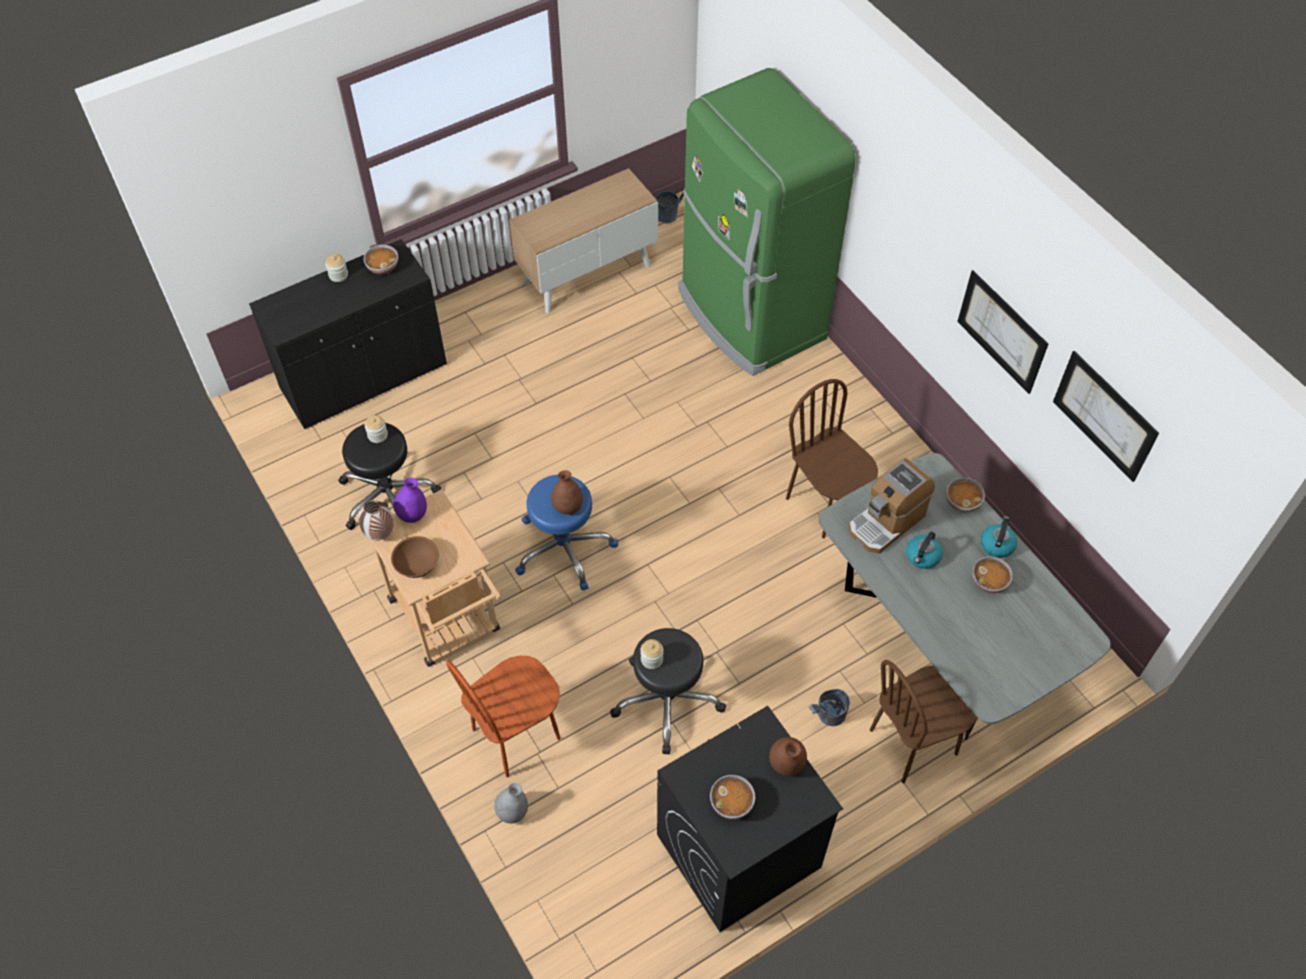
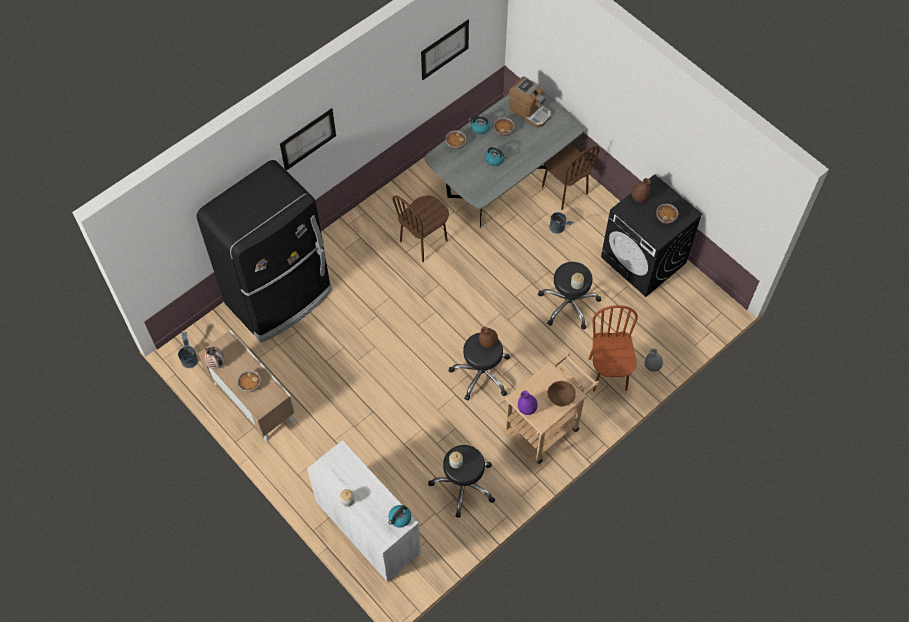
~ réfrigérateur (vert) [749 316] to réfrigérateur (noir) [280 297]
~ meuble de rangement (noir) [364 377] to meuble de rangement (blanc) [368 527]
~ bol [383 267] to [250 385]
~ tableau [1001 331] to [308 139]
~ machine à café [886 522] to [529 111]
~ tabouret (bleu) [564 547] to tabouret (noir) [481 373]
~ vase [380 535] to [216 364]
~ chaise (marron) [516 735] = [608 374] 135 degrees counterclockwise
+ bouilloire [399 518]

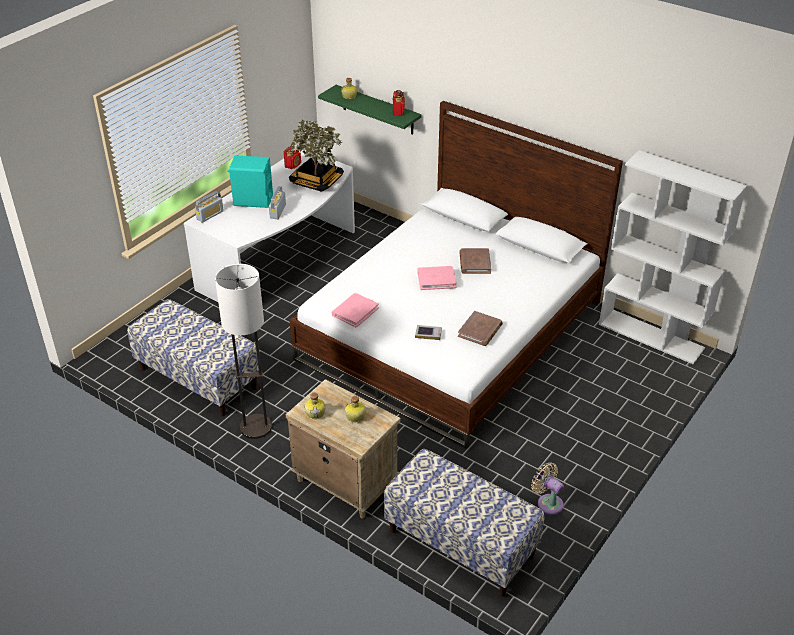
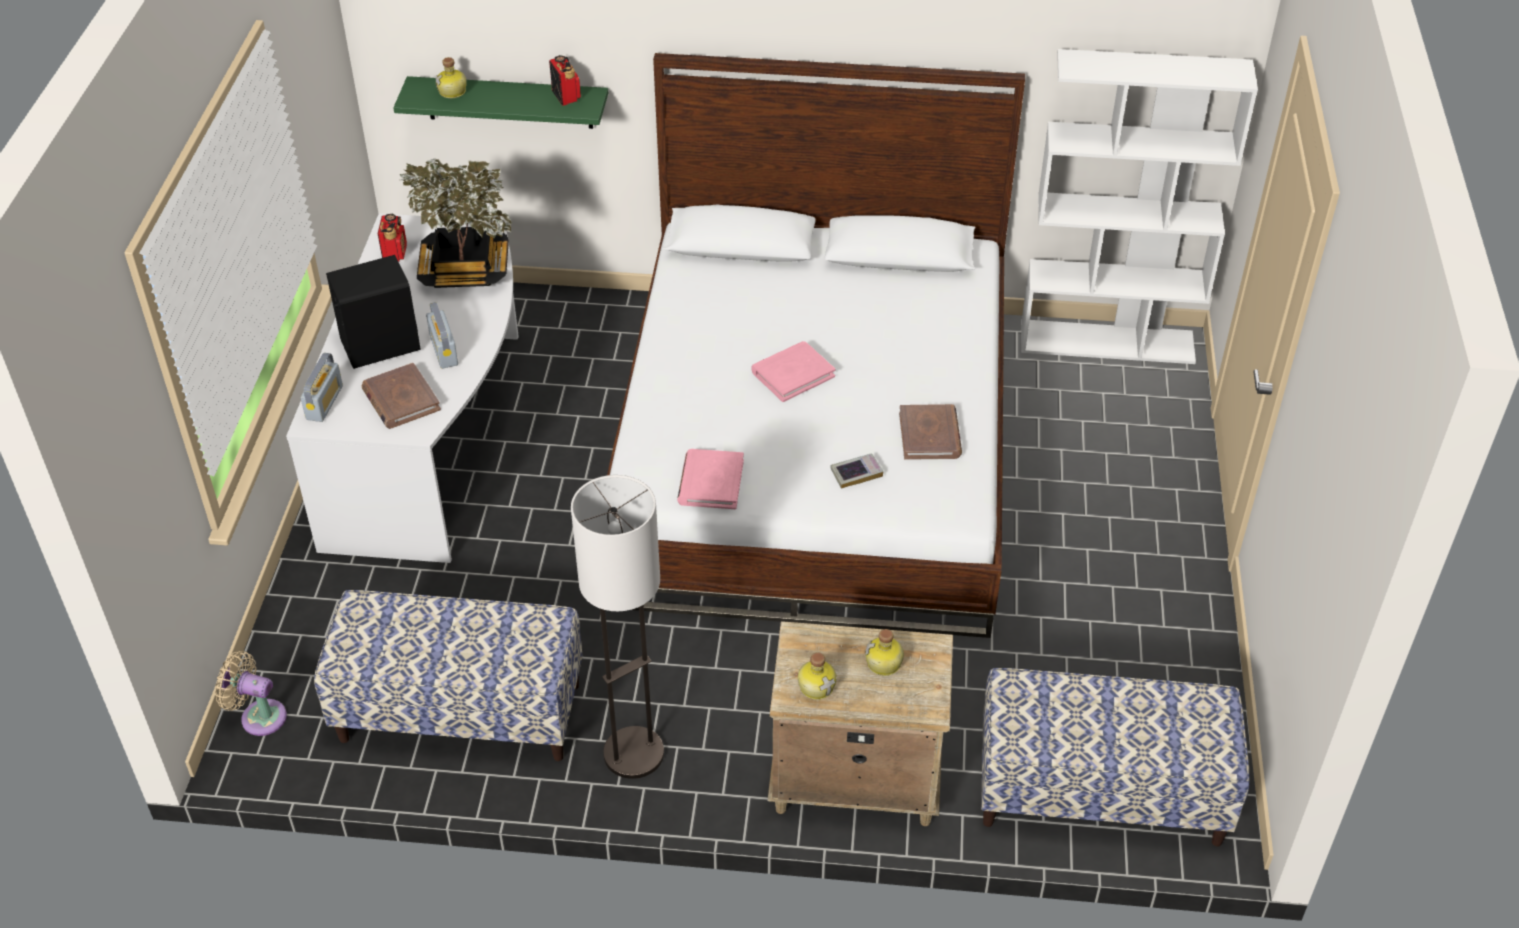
~ enceinte (turquoise) [253 200] to enceinte (noir) [380 345]
~ livre (marron) [474 263] to [401 399]
~ ventilateur (beige) [548 502] to [259 716]

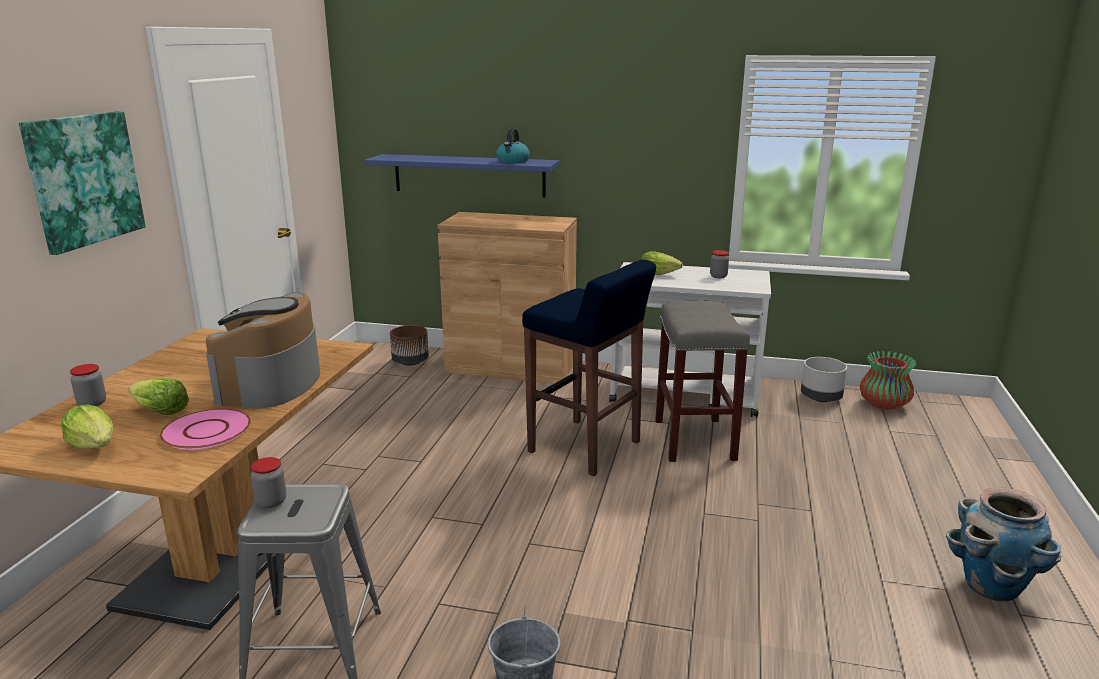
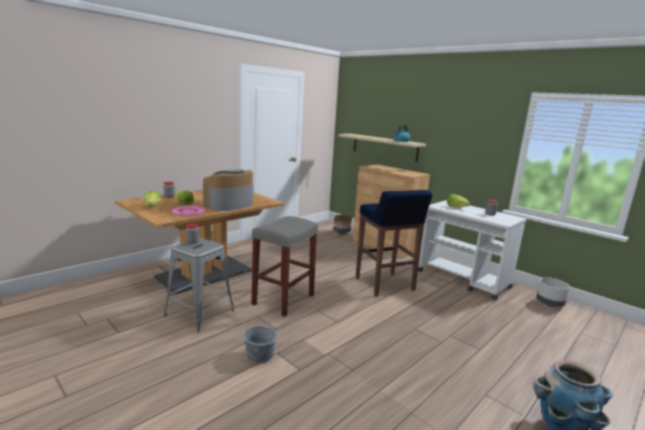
- tableau [84 179]
~ étagère (bleu) [469 175] to étagère (beige) [384 147]
~ tabouret (gris) [695 440] to [283 300]
- vase [884 405]

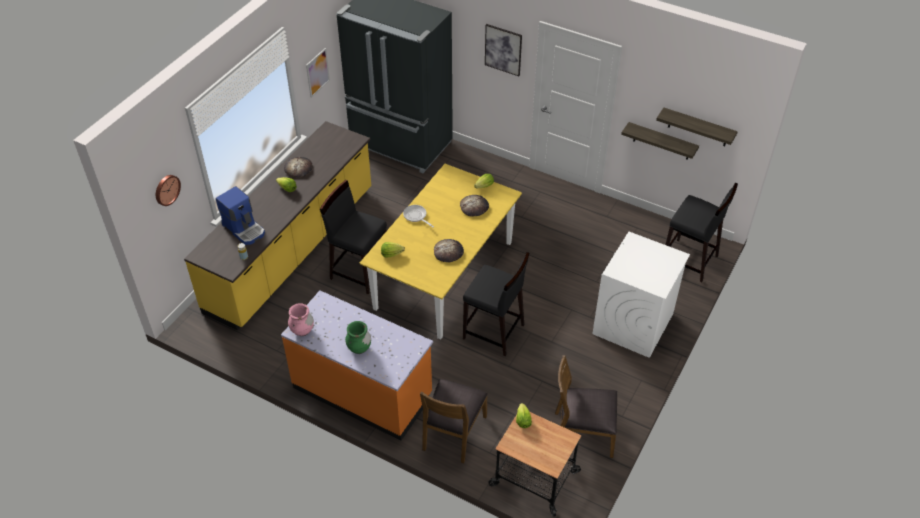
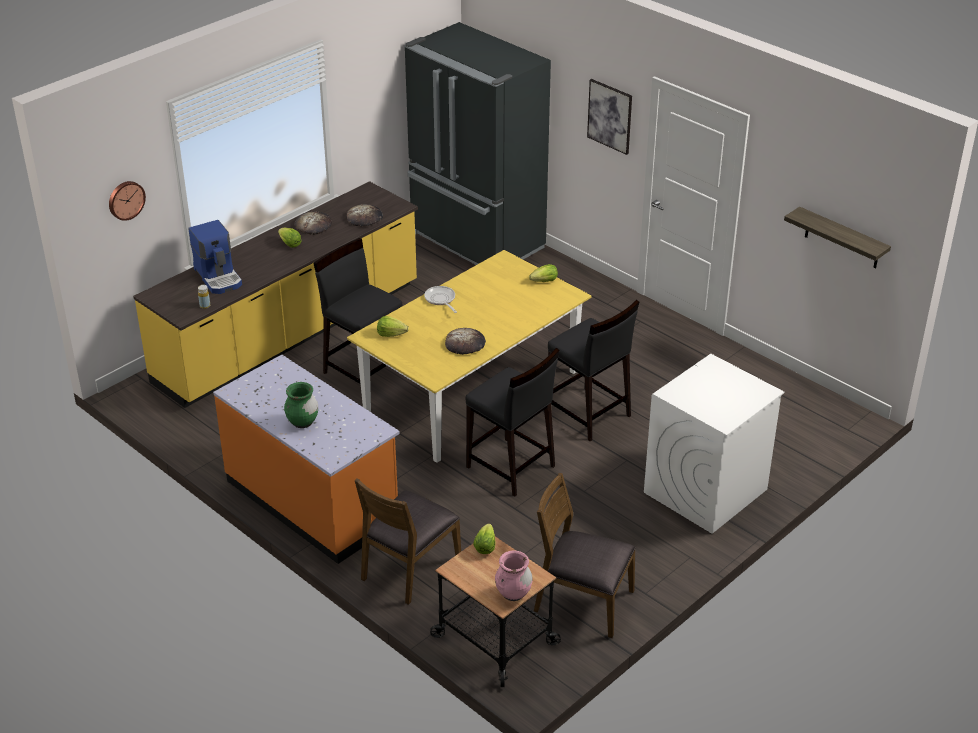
- tableau [317 72]
- étagère [661 141]
~ tabouret (noir) [690 261] to [588 415]
~ pain [474 207] to [364 218]
~ vase (rose) [302 331] to [513 594]

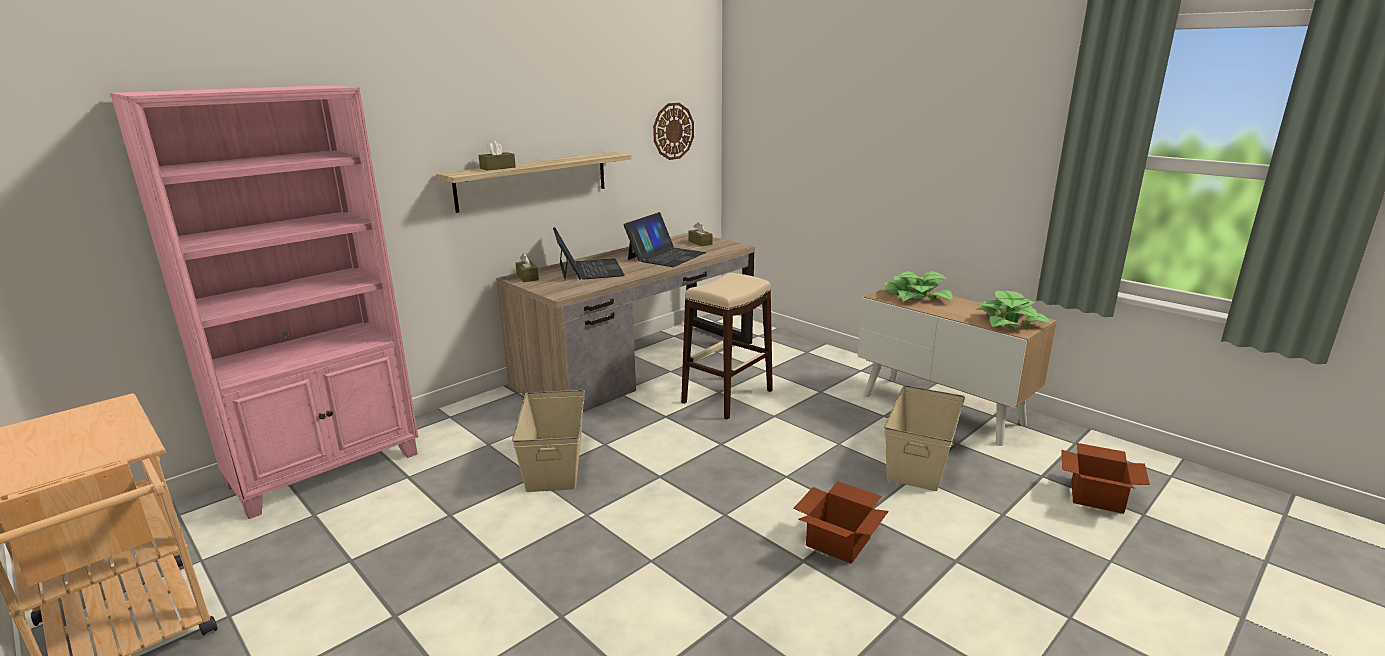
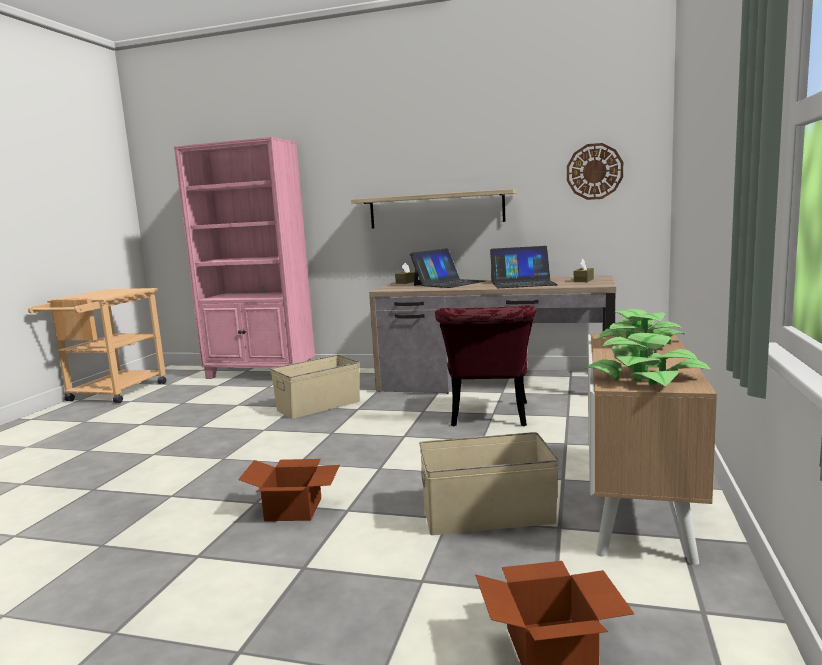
- boîte à mouchoirs (marron) [497 168]
~ tabouret (beige) [727 397] to chaise (rouge) [489 418]

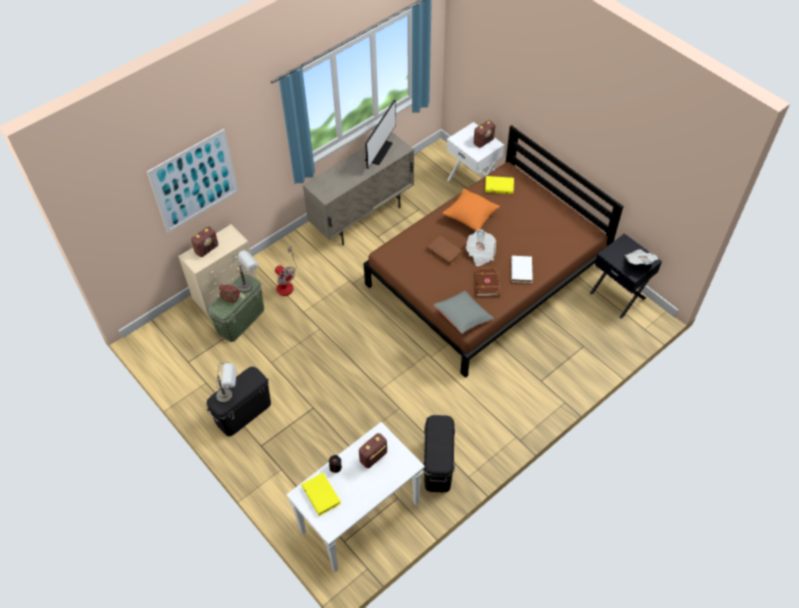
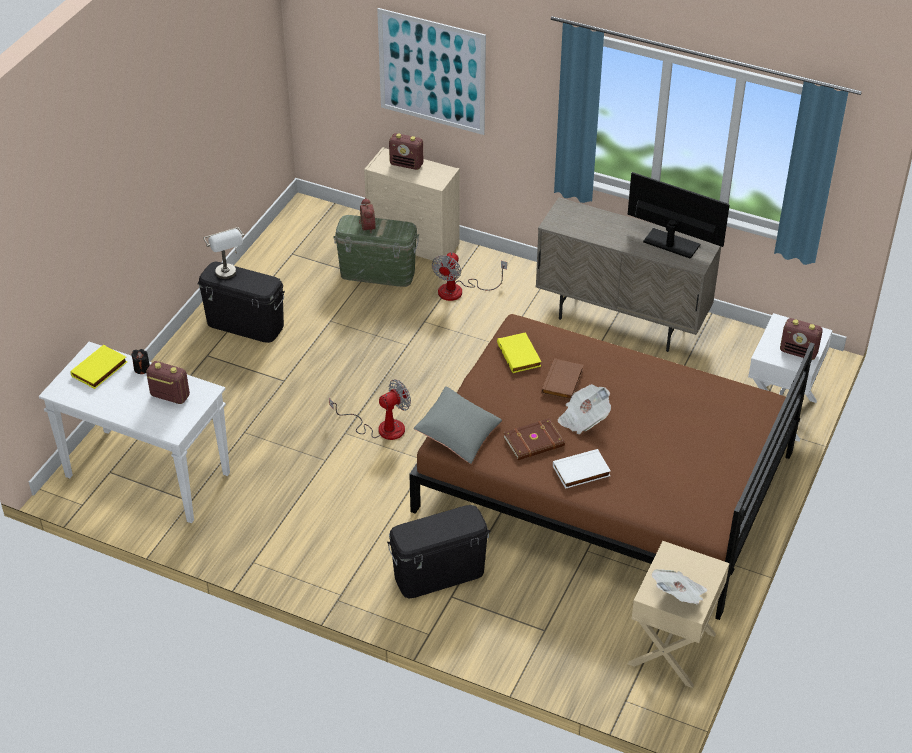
~ écran d'ordinateur [378 152] = [671 243] 150 degrees counterclockwise
~ livre (jaune) [499 186] to [520 355]
- coussin (orange) [470 217]
~ table de chevet (noir) [618 295] to table de chevet (beige) [673 649]
- lampe de table (gris) [249 284]
~ boîte de rangement (noir) [438 465] to [439 574]
+ ventilateur [381 428]

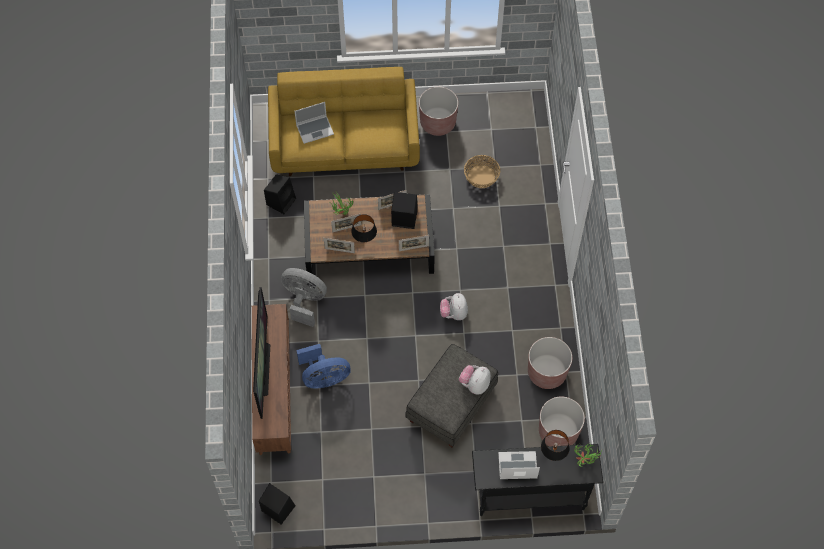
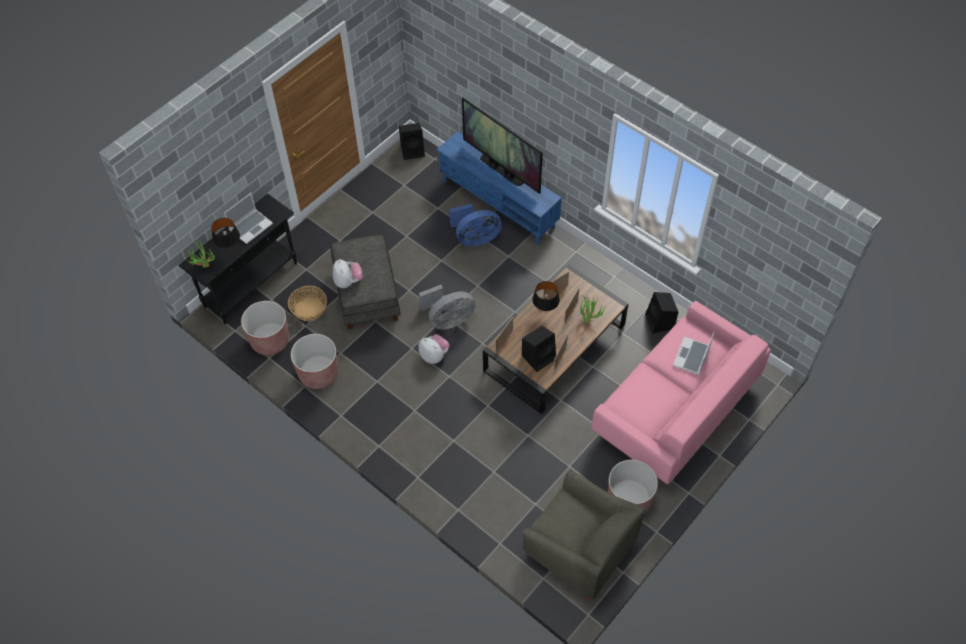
~ canapé (jaune) [345 144] to canapé (rose) [675 409]
~ panier [481 177] to [309 309]
~ ventilateur (gris) [304 301] to [448 320]
~ meuble télé (marron) [273 390] to meuble télé (bleu) [498 204]
~ ventilateur (bleu) [324 377] = [475 238] 135 degrees counterclockwise
+ fauteuil (gris) [579 549]

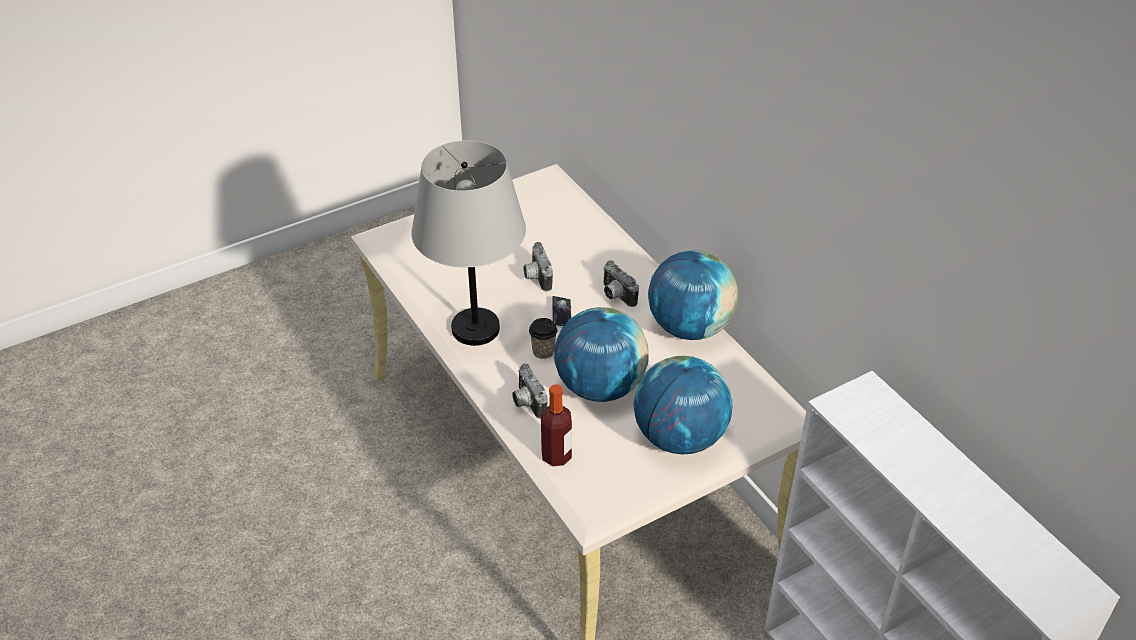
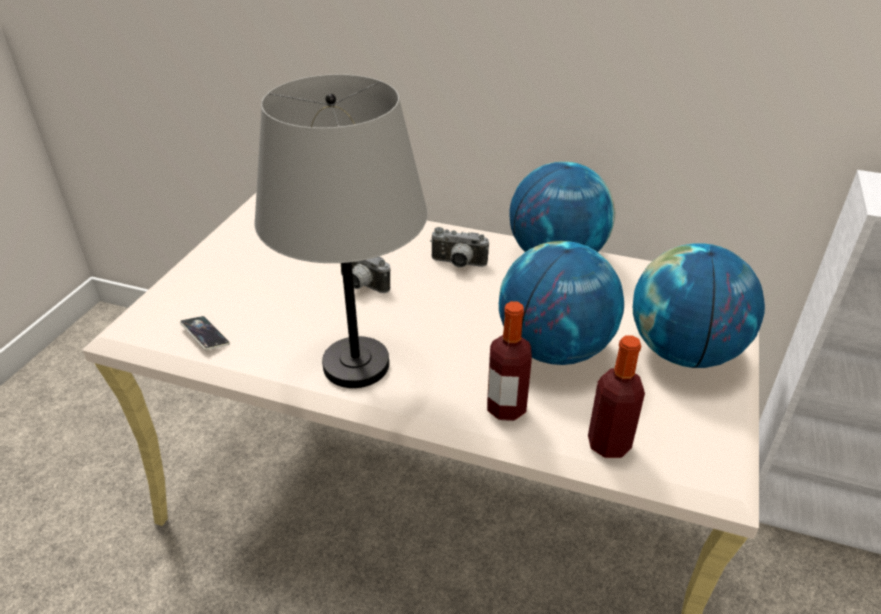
~ téléphone [561 314] to [205 336]
- tasse [543 351]
~ appareil photo [526 403] to bouteille [506 408]

